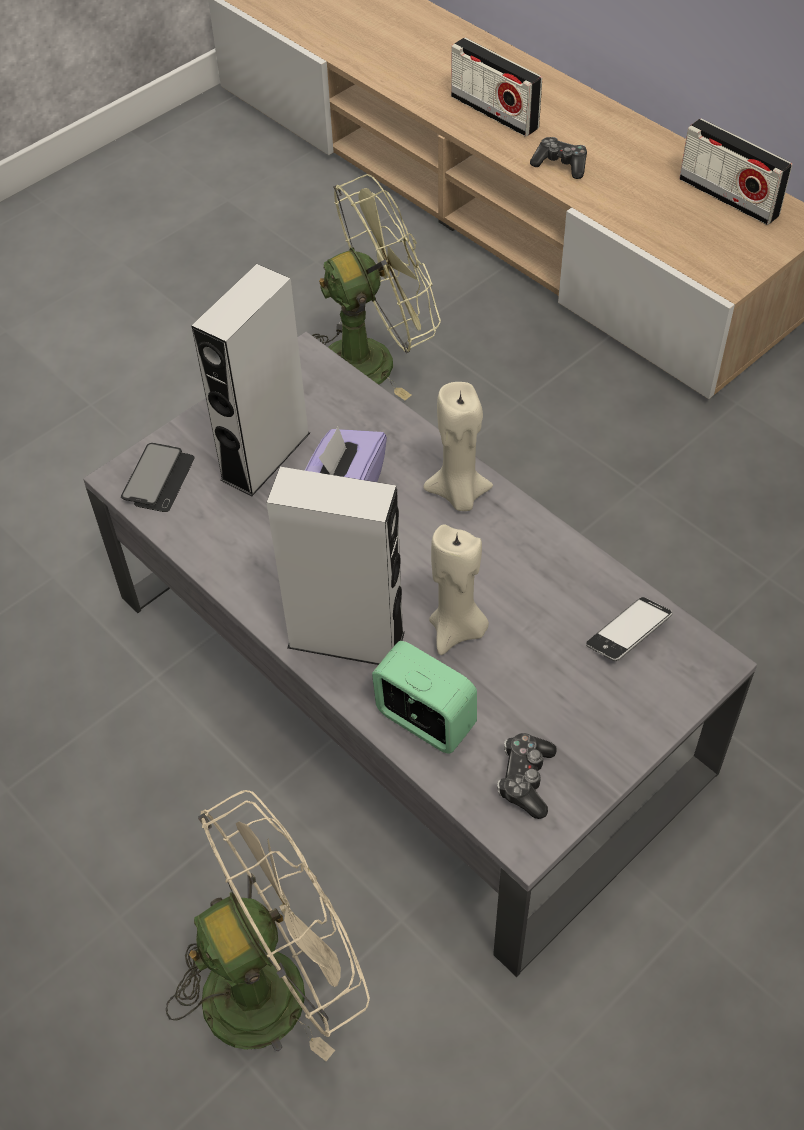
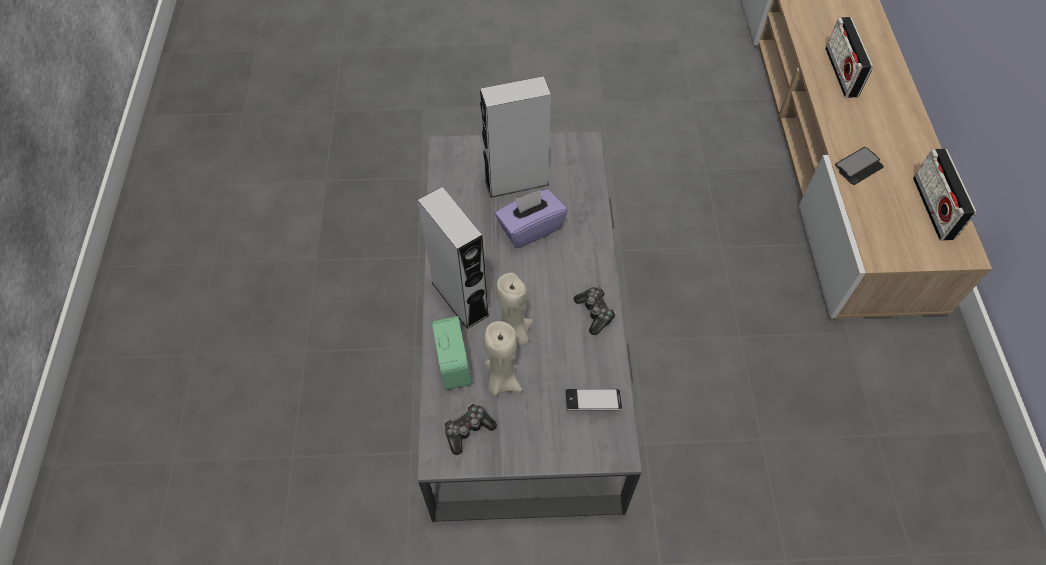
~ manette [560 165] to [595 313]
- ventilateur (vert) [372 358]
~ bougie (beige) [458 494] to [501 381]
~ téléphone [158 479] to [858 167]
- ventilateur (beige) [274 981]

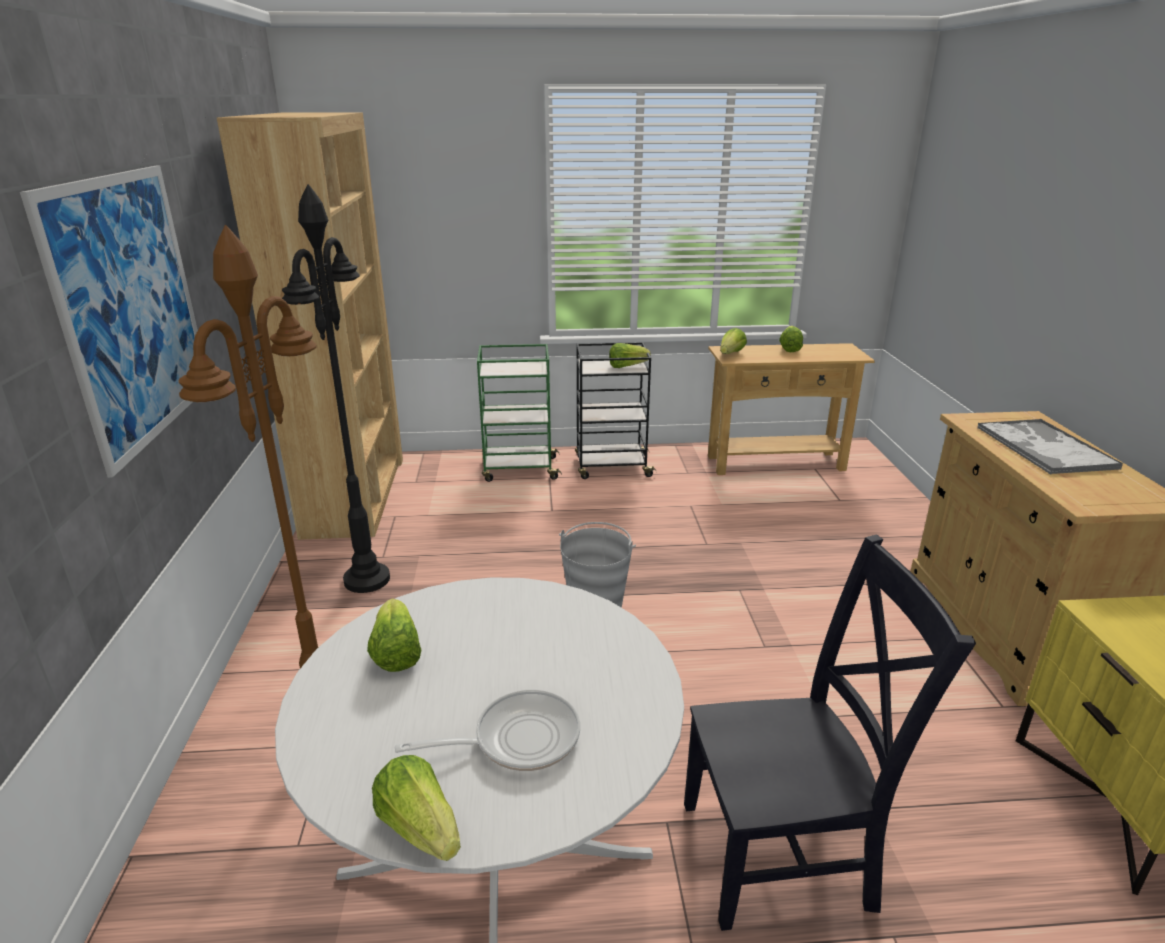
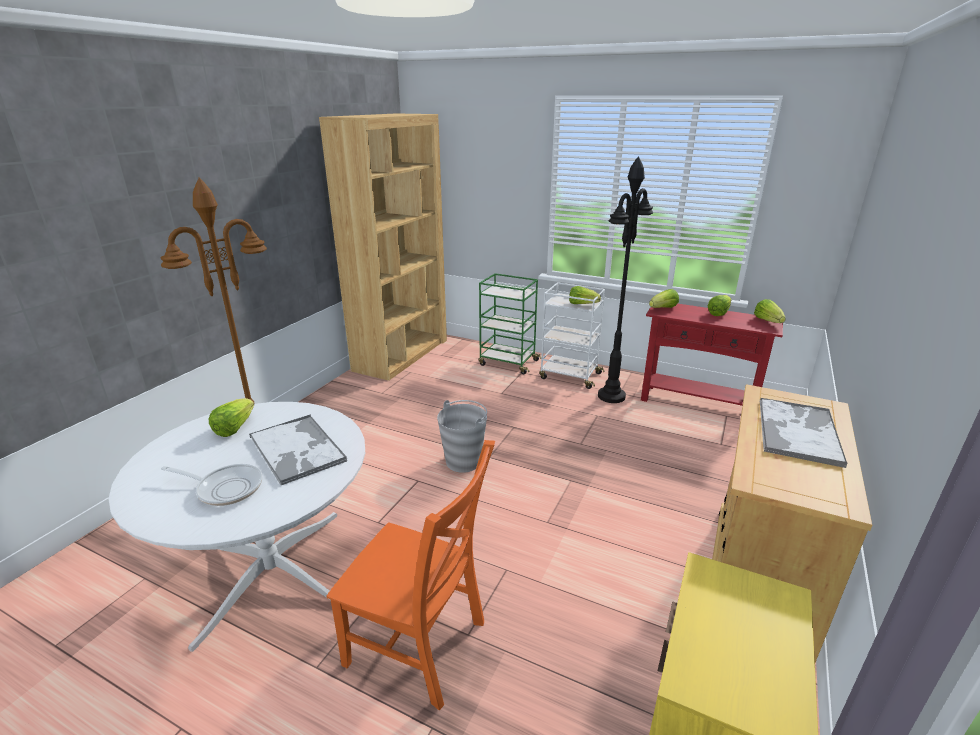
- tableau [133 310]
~ lampadaire (noir) [367 580] to [611 396]
~ chariot (noir) [611 467] to chariot (blanc) [569 376]
~ table console (beige) [775 463] to table console (rouge) [697 403]
~ chaise (noir) [784 853] to chaise (orange) [421 646]
~ laitue [420 827] to [768 321]
+ plateau [297 449]

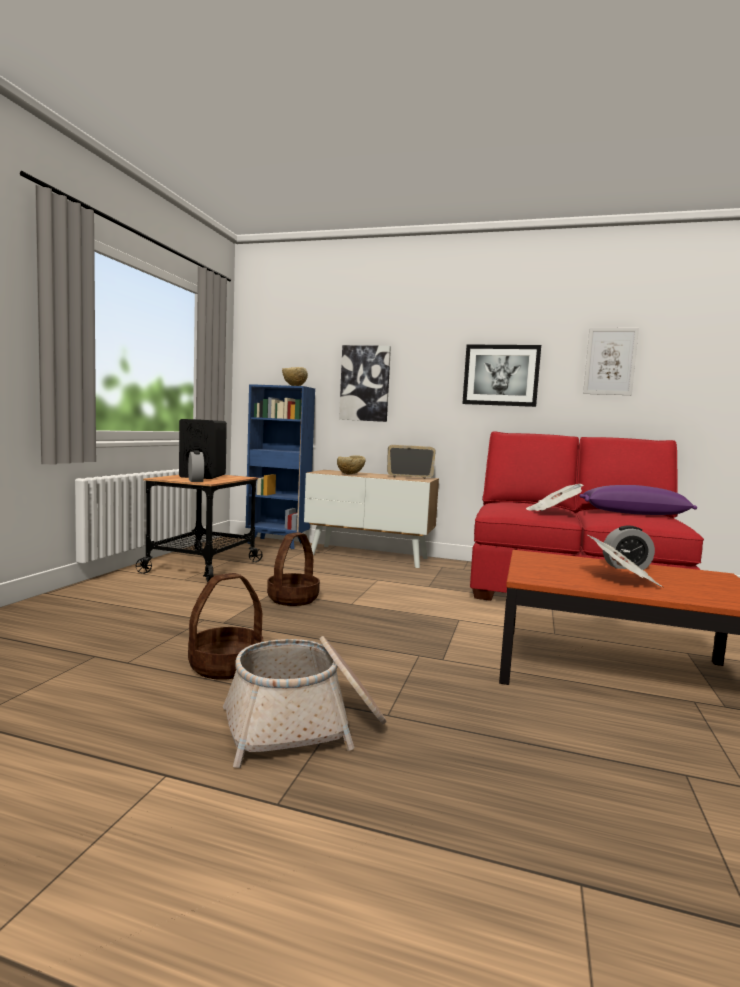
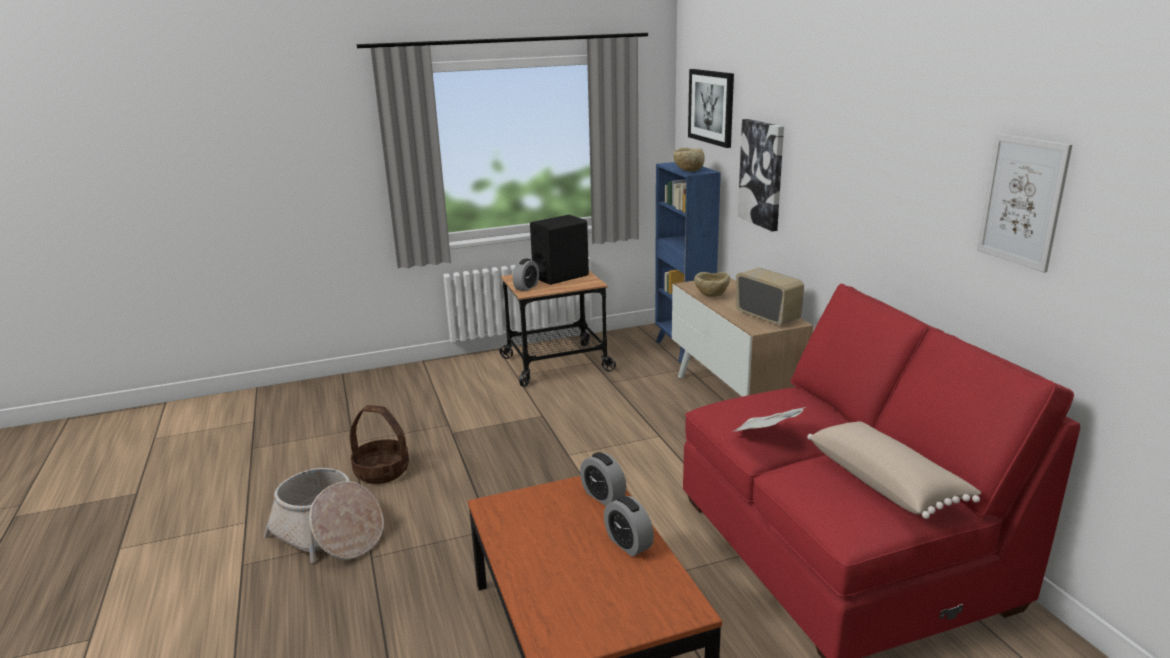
~ tableau [501 375] to [711 107]
~ coussin (violet) [633 513] to coussin (beige) [886 482]
- panier [293 599]
- journal [622 580]
+ réveil [603 496]

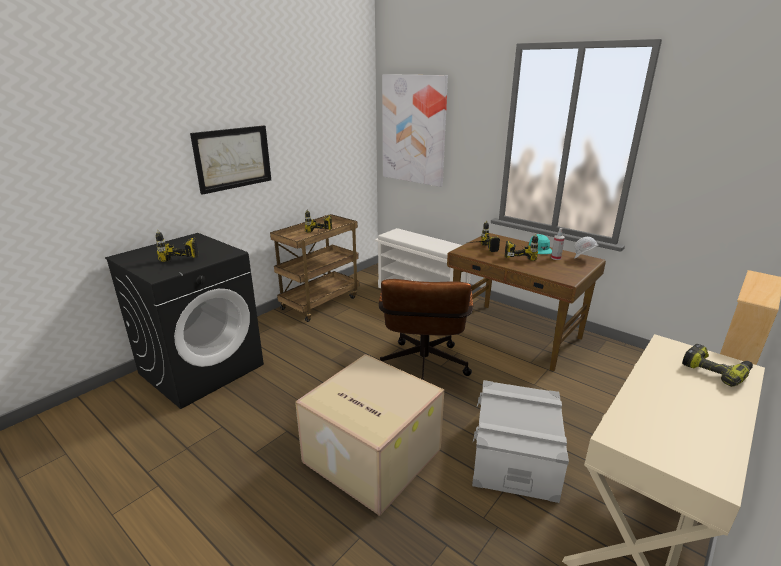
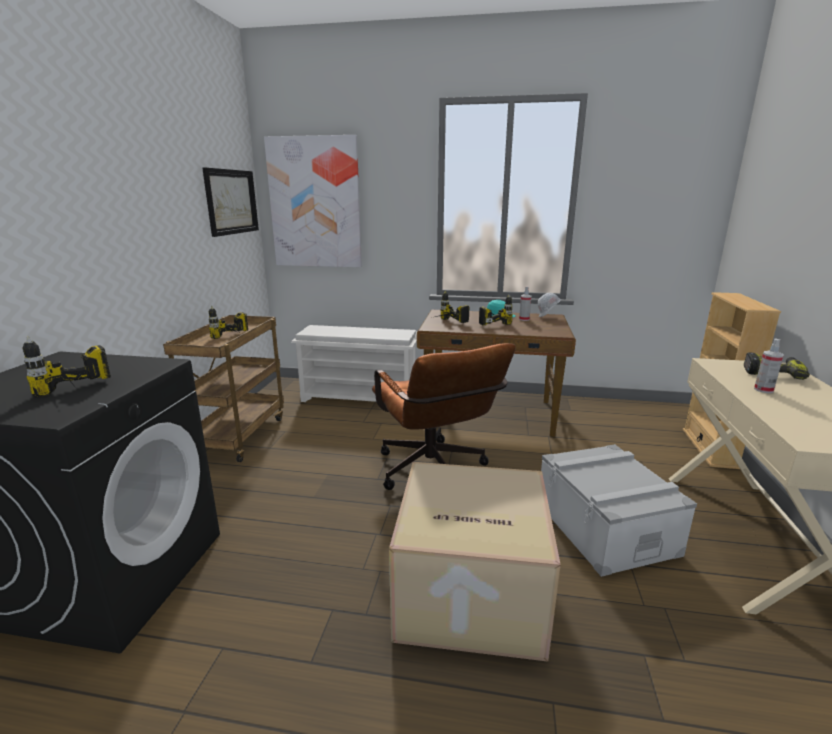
~ tableau [233 158] to [231 202]
+ vaporisateur [763 390]

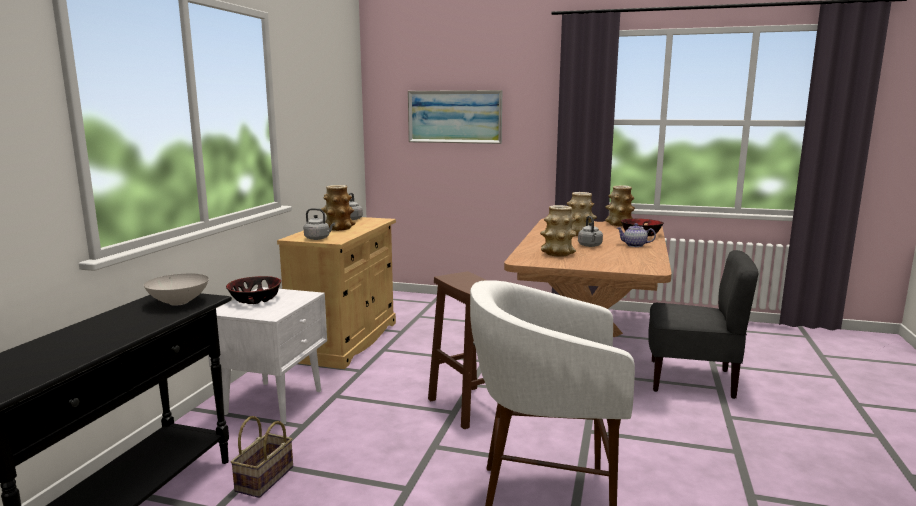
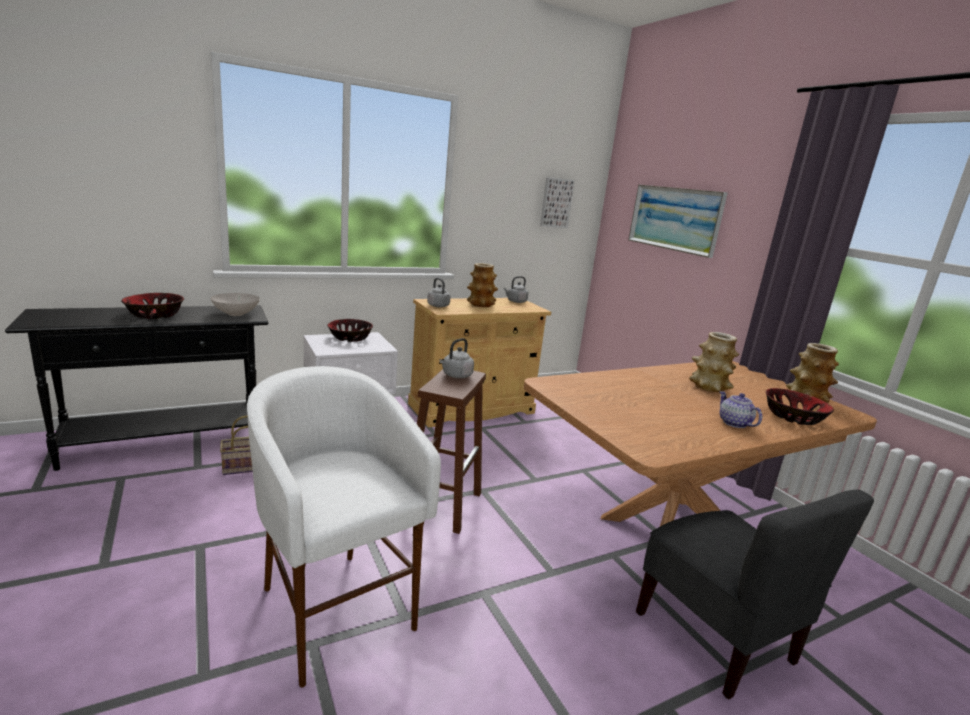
- vase [557 253]
~ bouilloire (gris) [590 246] to [456 376]
+ tableau [555 203]
+ bol [154 315]

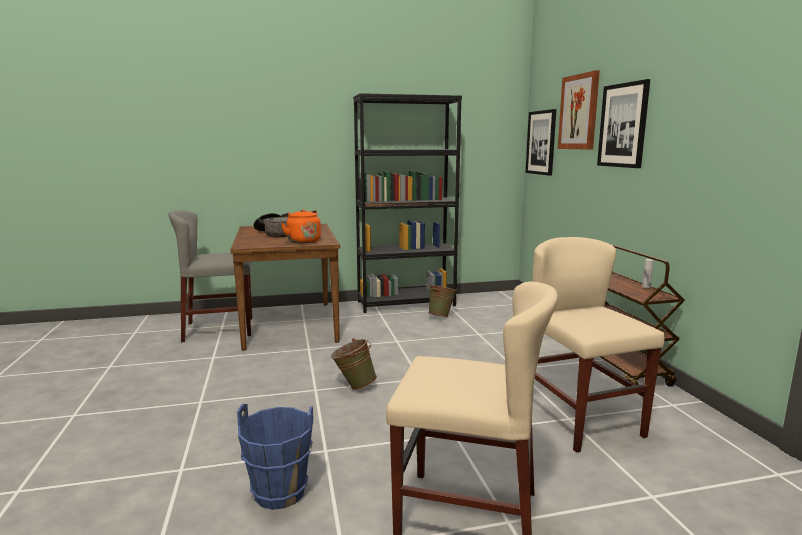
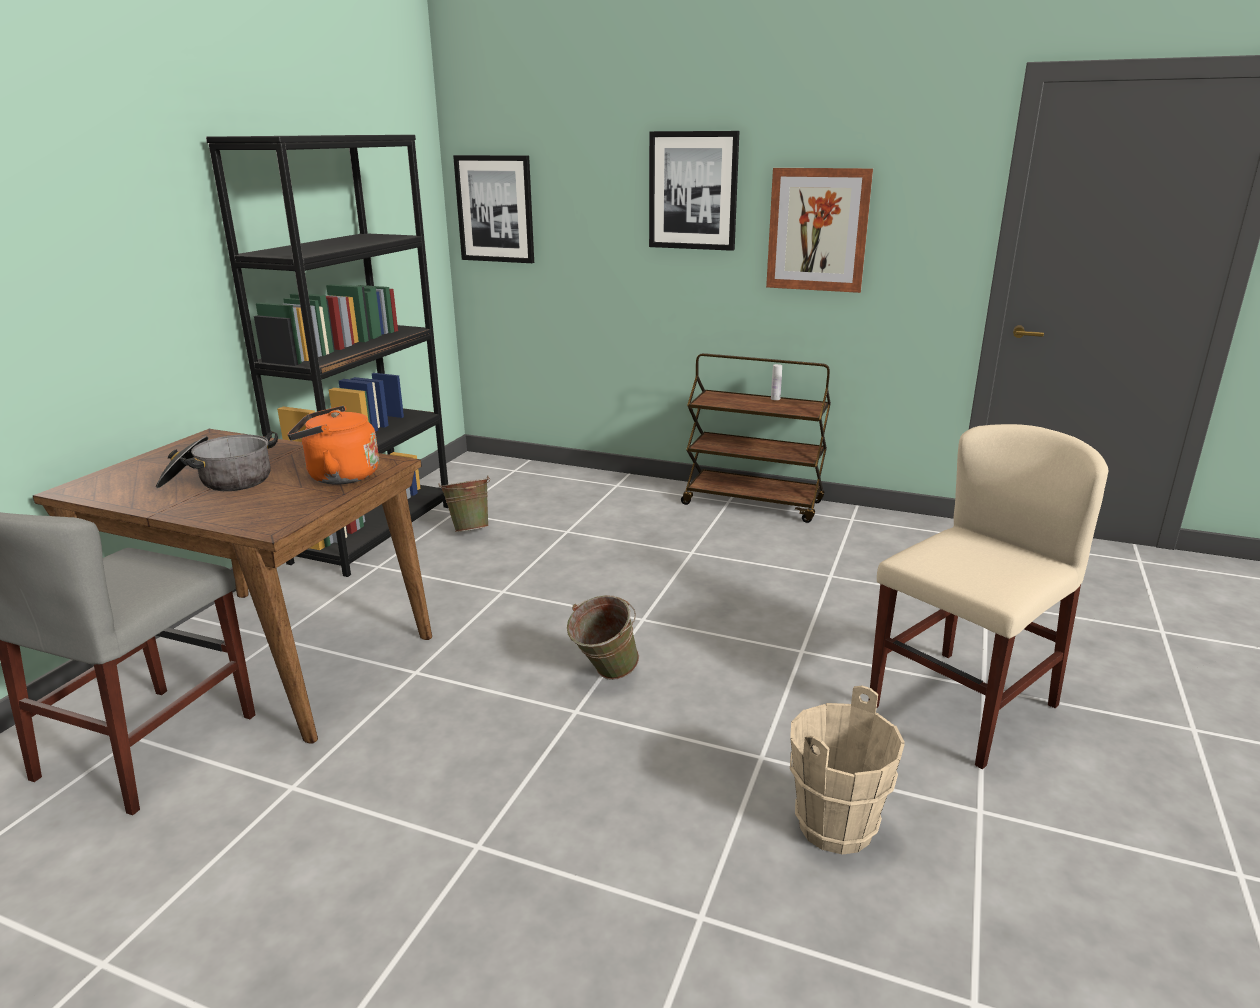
~ tableau [579 112] to [818 230]
- chaise (beige) [580 420]
~ seau (bleu) [279 493] to seau (beige) [836 827]

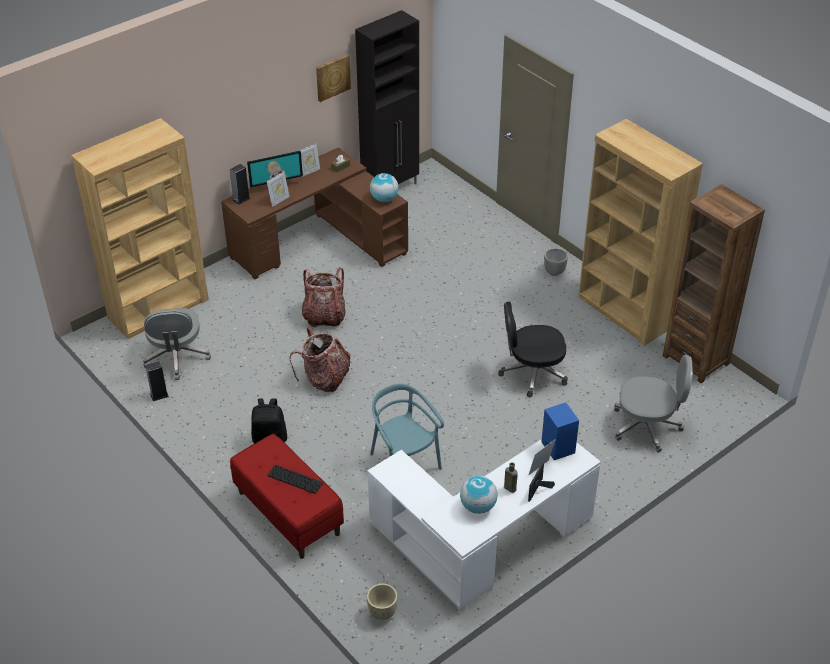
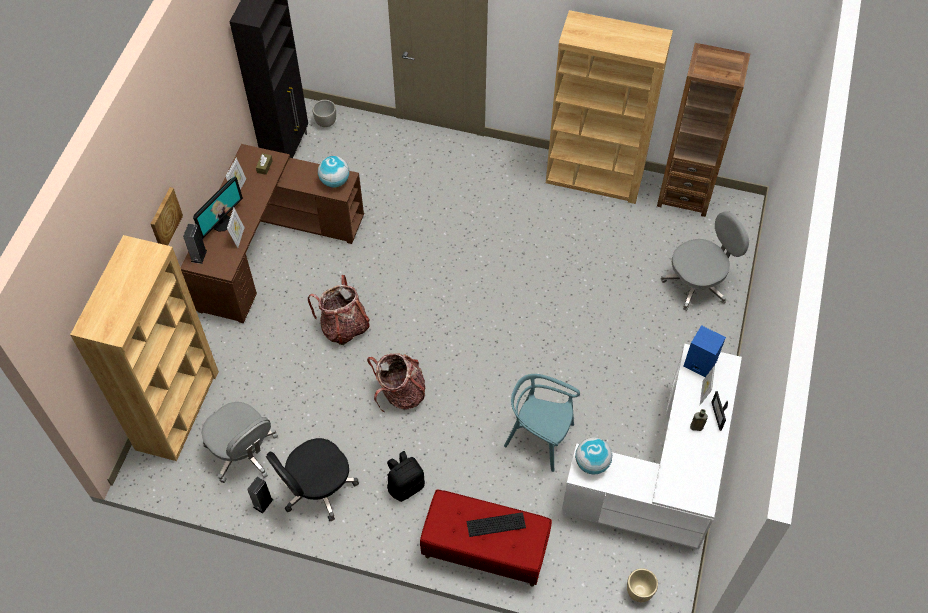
~ tableau [332 77] to [165 219]
~ cache-pot (gris) [554 271] to [326 122]
~ chaise de bureau (noir) [532 373] to [317 488]
~ globe [478 506] to [592 463]

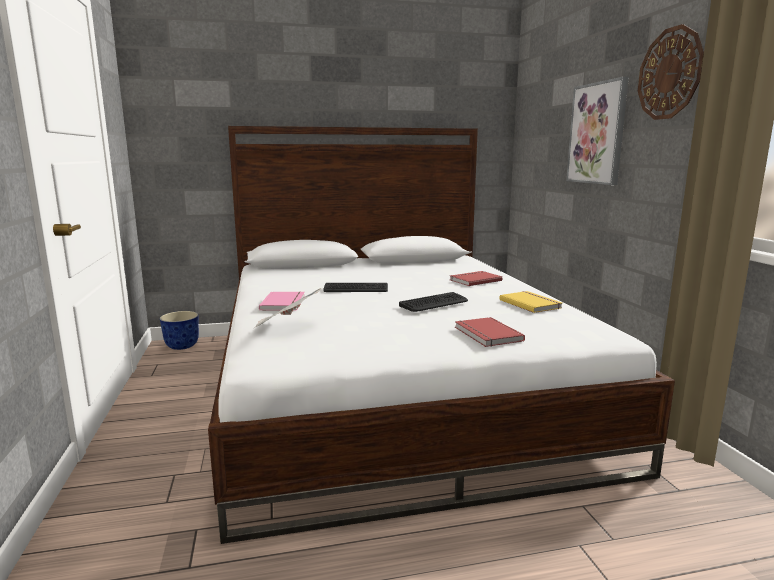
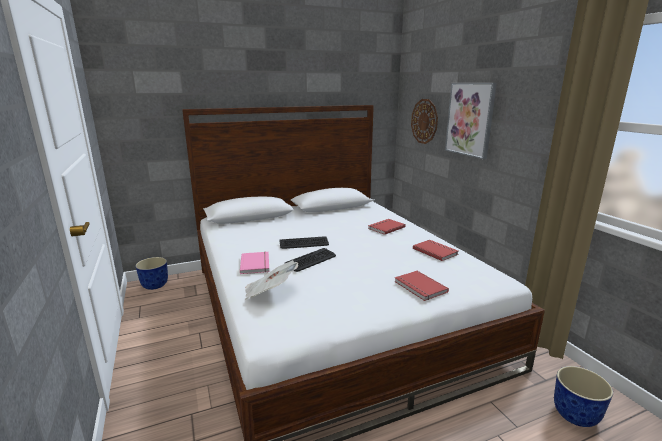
~ horloge murale [670 73] to [424 121]
~ livre (jaune) [531 304] to livre (rouge) [435 251]
~ clavier [434 303] to [311 260]
+ cache-pot [576 415]

